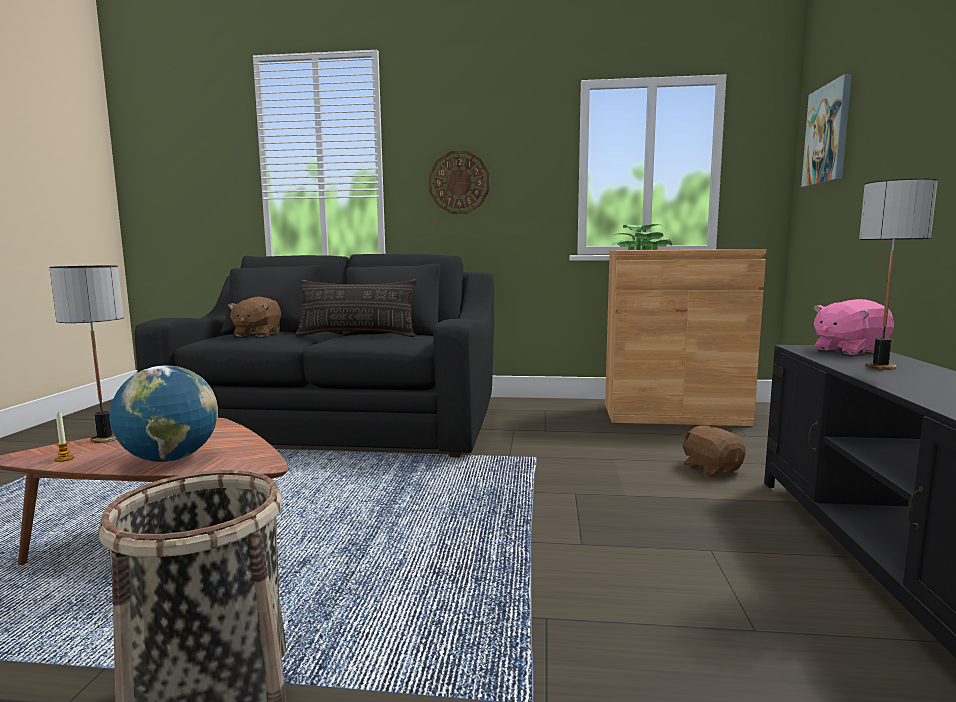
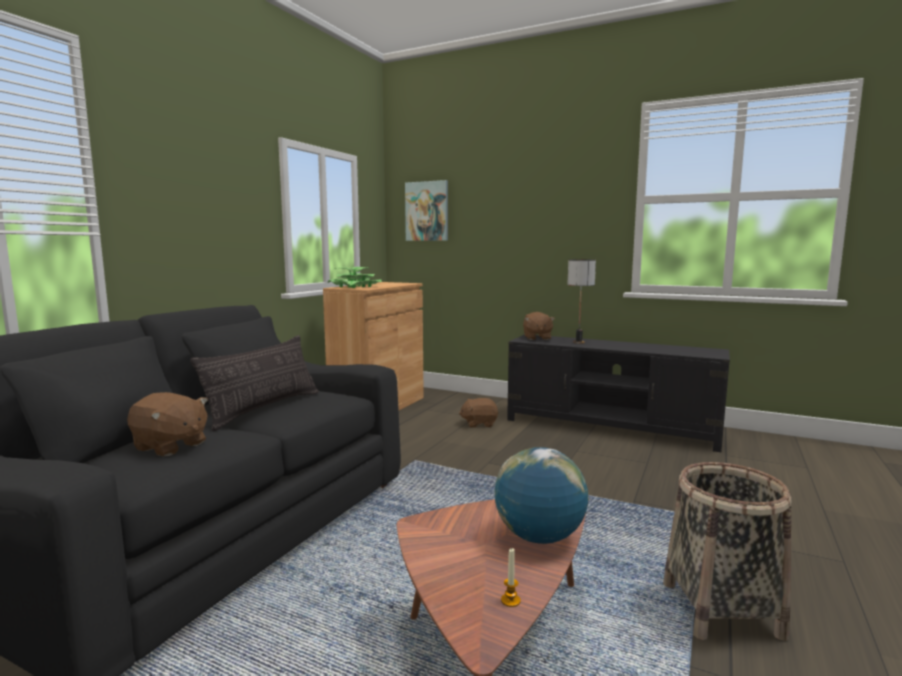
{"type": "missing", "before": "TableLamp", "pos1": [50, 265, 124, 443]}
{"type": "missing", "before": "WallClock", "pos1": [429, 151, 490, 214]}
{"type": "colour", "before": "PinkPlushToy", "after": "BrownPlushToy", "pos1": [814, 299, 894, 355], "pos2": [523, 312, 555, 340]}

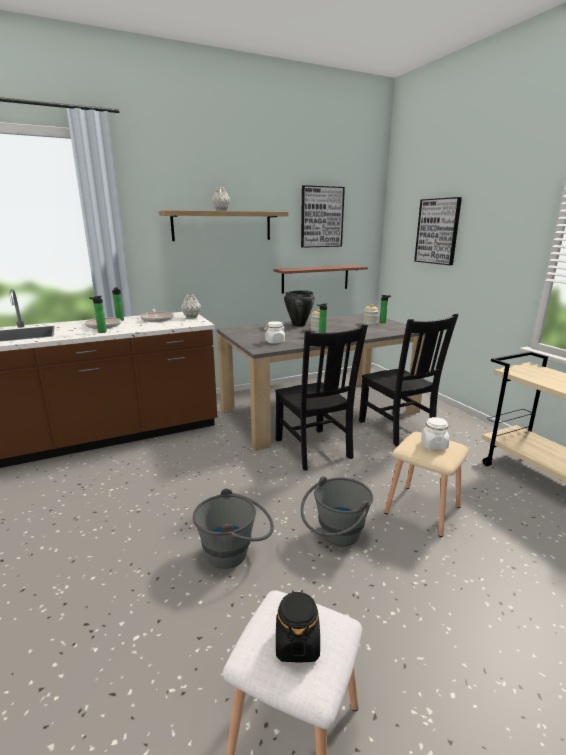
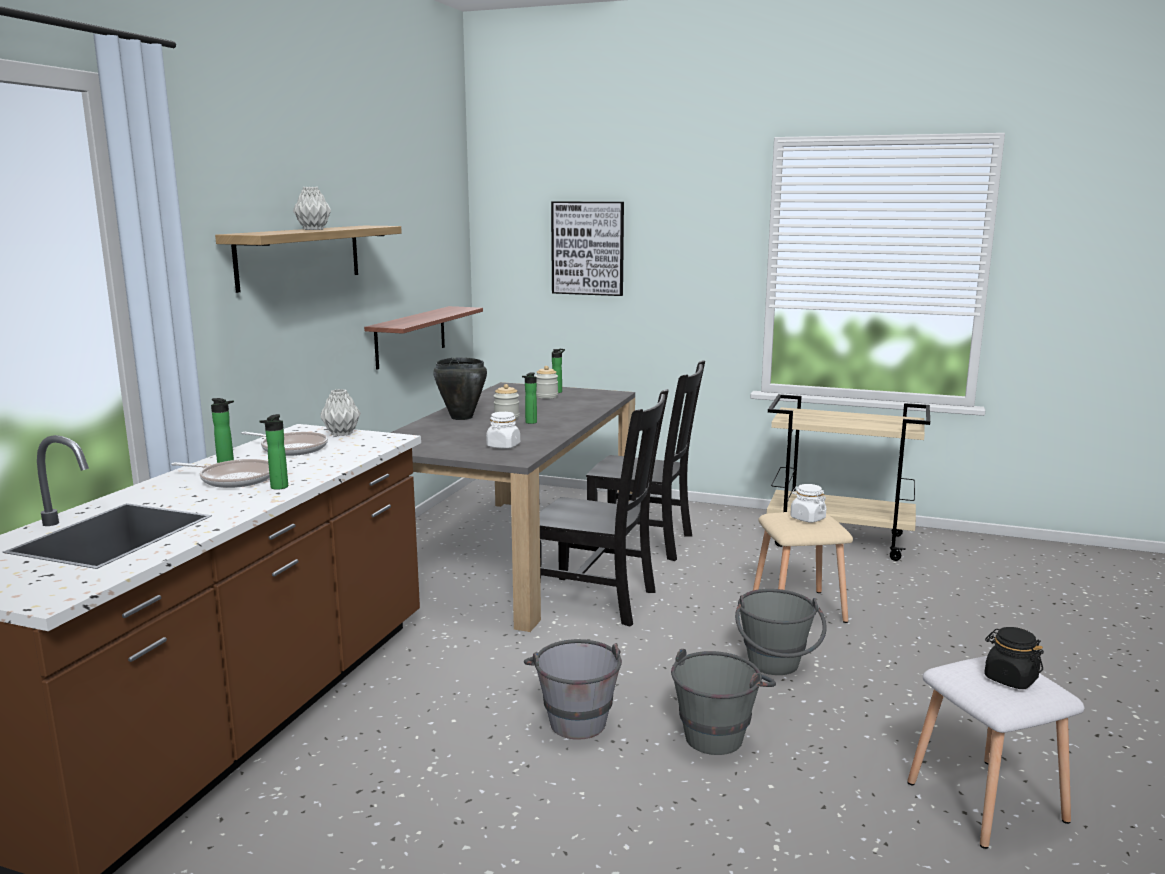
{"type": "missing", "before": "Picture", "pos1": [301, 185, 345, 248]}
{"type": "appeared", "after": "GreyBucket", "pos2": [524, 639, 622, 740]}

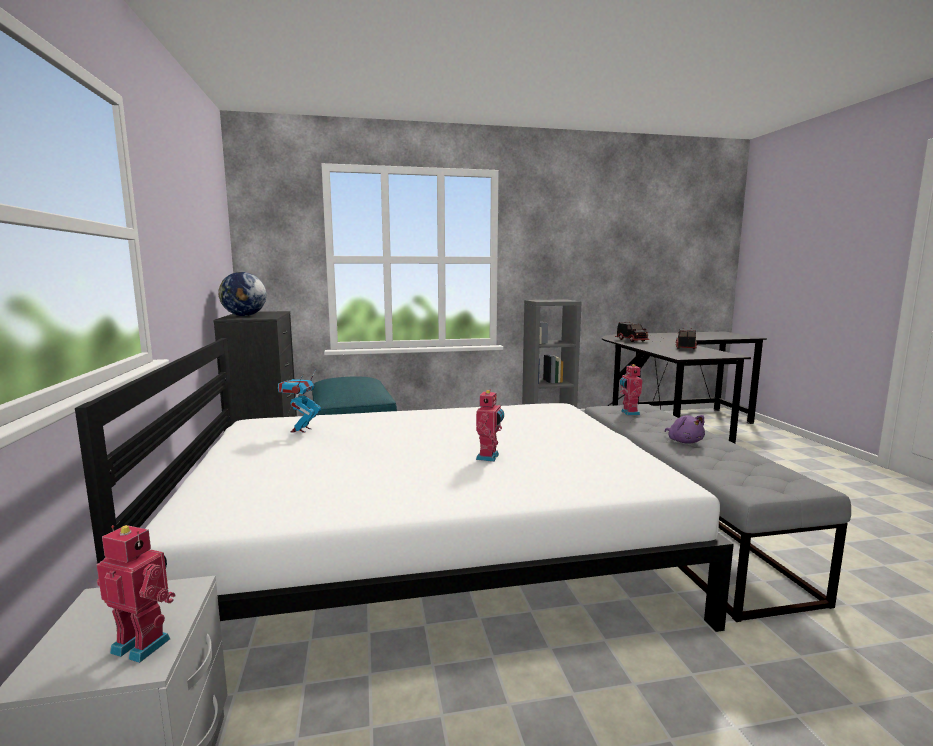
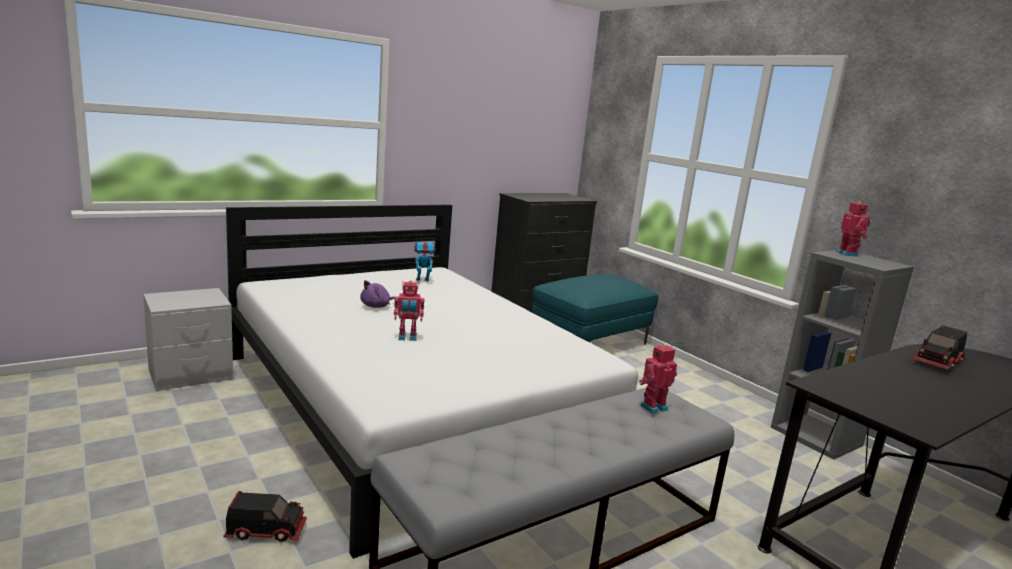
{"type": "missing", "before": "Globe", "pos1": [218, 272, 266, 316]}
{"type": "relocated", "before": "ToyRobot", "pos1": [96, 525, 175, 663], "pos2": [836, 201, 870, 257]}
{"type": "relocated", "before": "PurplePlushToy", "pos1": [665, 415, 705, 444], "pos2": [360, 280, 395, 308]}
{"type": "relocated", "before": "ToyTruck", "pos1": [675, 328, 697, 349], "pos2": [224, 491, 307, 542]}

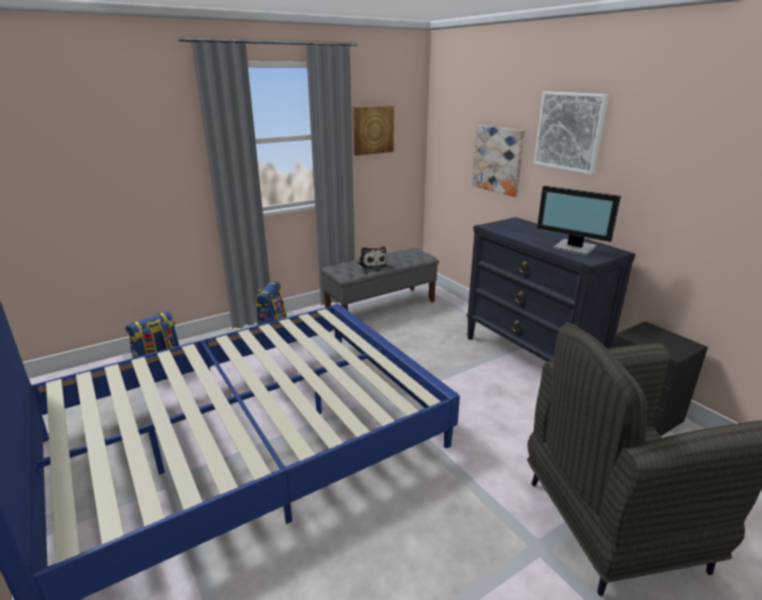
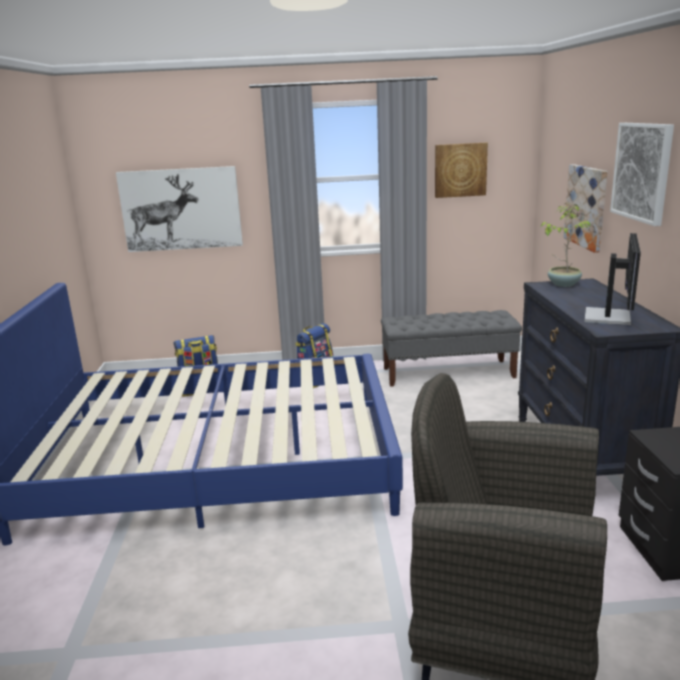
{"type": "missing", "before": "PlushToy", "pos1": [357, 246, 387, 270]}
{"type": "appeared", "after": "Picture", "pos2": [116, 166, 243, 252]}
{"type": "appeared", "after": "PottedPlant", "pos2": [541, 203, 590, 287]}
{"type": "spun", "before": "Monitor", "pos1": [537, 186, 621, 256], "pos2": [584, 233, 641, 325], "turn": -135}

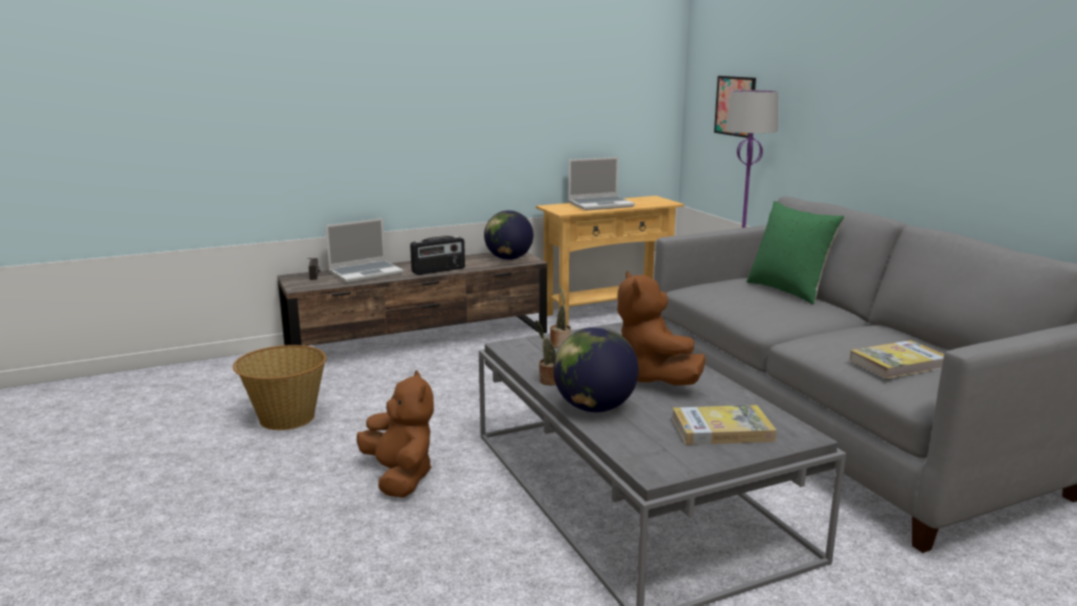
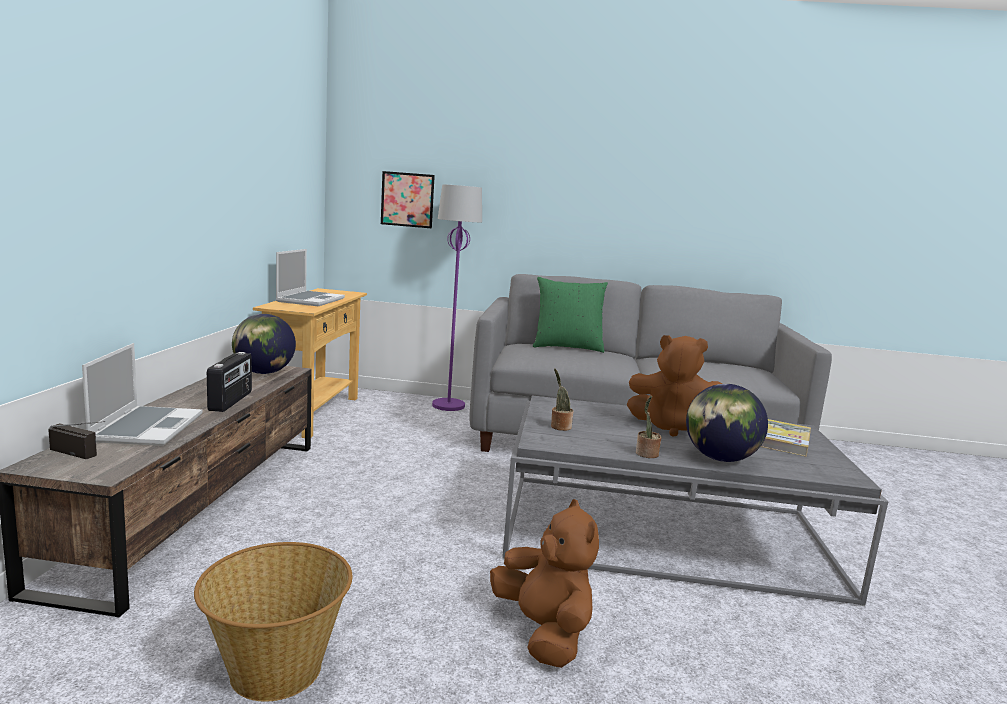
{"type": "missing", "before": "Book", "pos1": [850, 340, 944, 379]}
{"type": "spun", "before": "BrownPlushToy", "pos1": [357, 370, 434, 498], "pos2": [490, 499, 599, 668], "turn": 60}

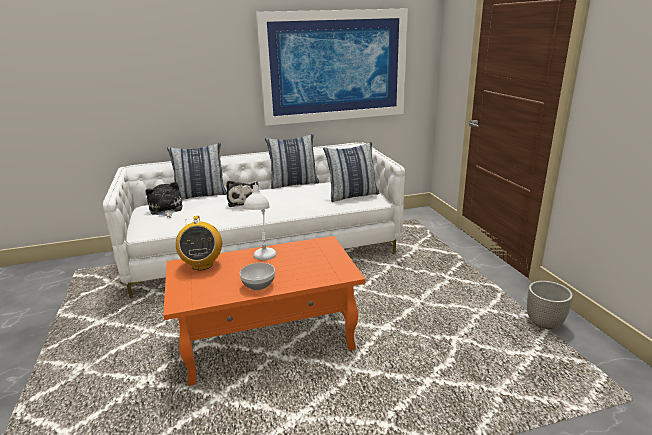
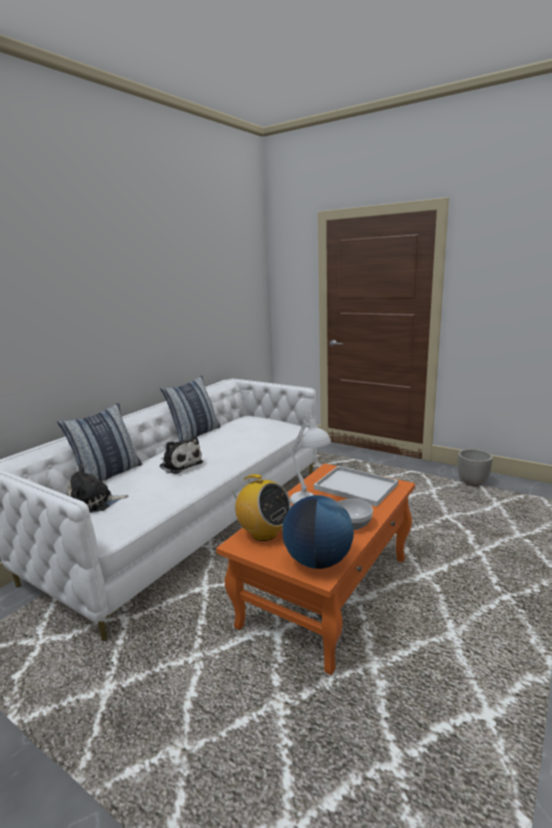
{"type": "missing", "before": "Picture", "pos1": [256, 8, 408, 126]}
{"type": "missing", "before": "Pillow", "pos1": [323, 142, 379, 202]}
{"type": "appeared", "after": "Globe", "pos2": [282, 495, 354, 569]}
{"type": "appeared", "after": "WhiteTray", "pos2": [314, 466, 398, 507]}
{"type": "spun", "before": "PlushToy", "pos1": [145, 182, 183, 218], "pos2": [67, 465, 129, 513], "turn": -45}

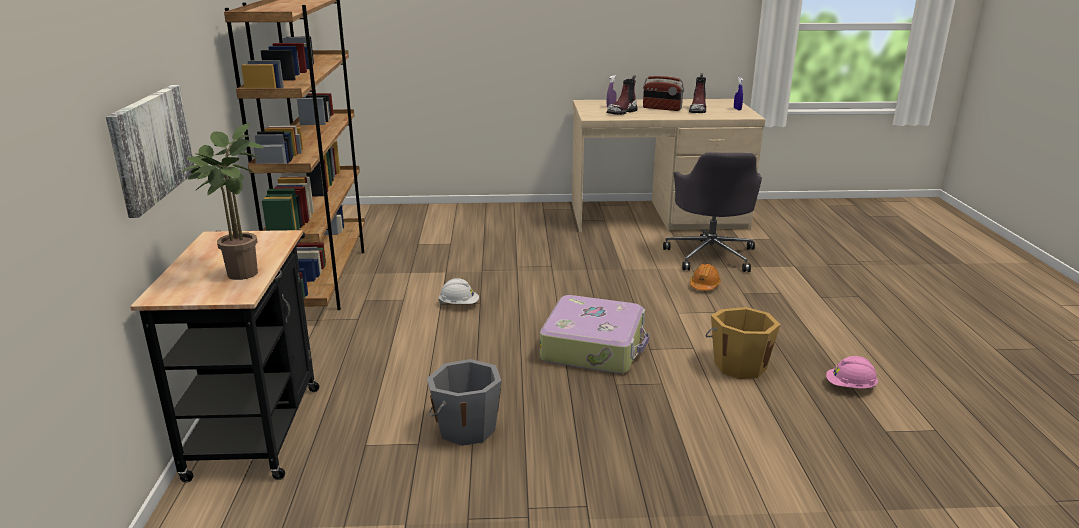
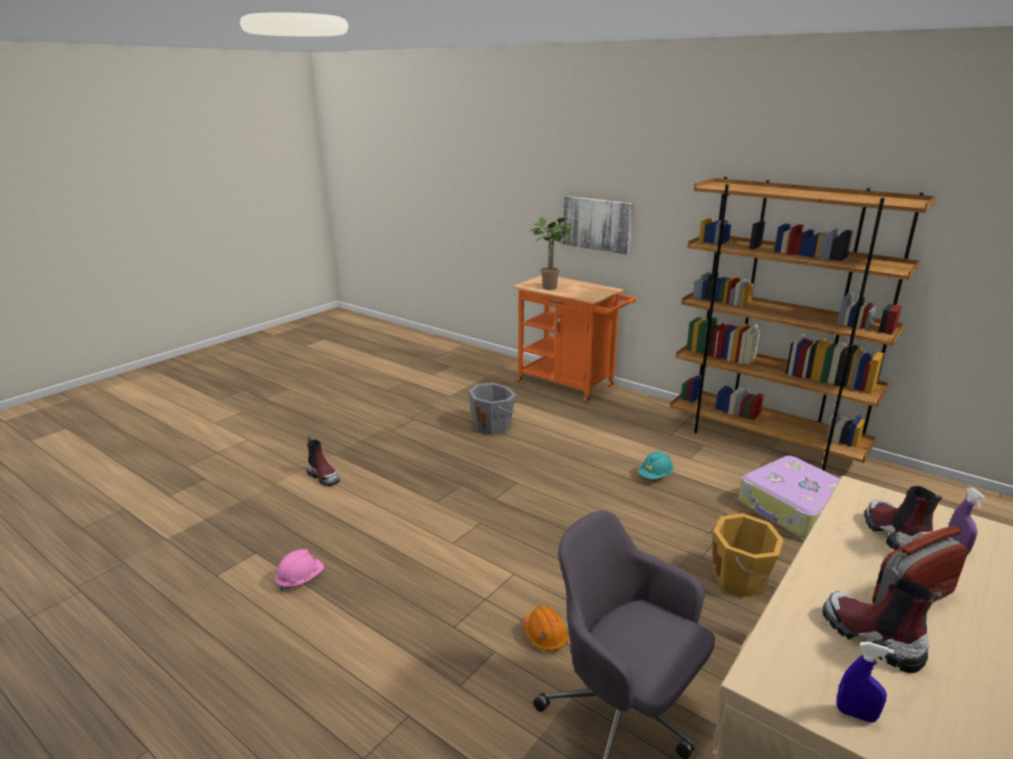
{"type": "appeared", "after": "Boot", "pos2": [307, 435, 340, 486]}
{"type": "relocated", "before": "Suitcase", "pos1": [540, 295, 649, 374], "pos2": [738, 456, 840, 539]}
{"type": "relocated", "before": "OrangeBucket", "pos1": [706, 307, 781, 379], "pos2": [713, 513, 784, 597]}
{"type": "colour", "before": "BlackCart", "after": "OrangeCart", "pos1": [130, 230, 319, 482], "pos2": [513, 275, 636, 403]}
{"type": "colour", "before": "WhiteHardHat", "after": "TurquoiseHardHat", "pos1": [438, 278, 479, 304], "pos2": [638, 451, 673, 479]}

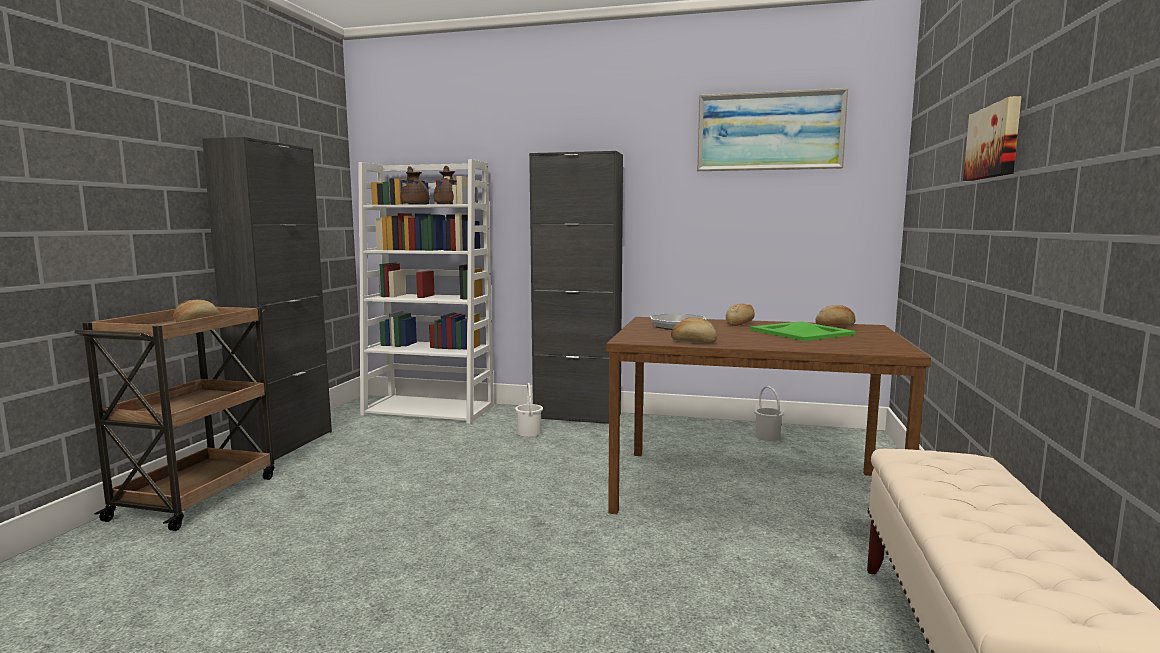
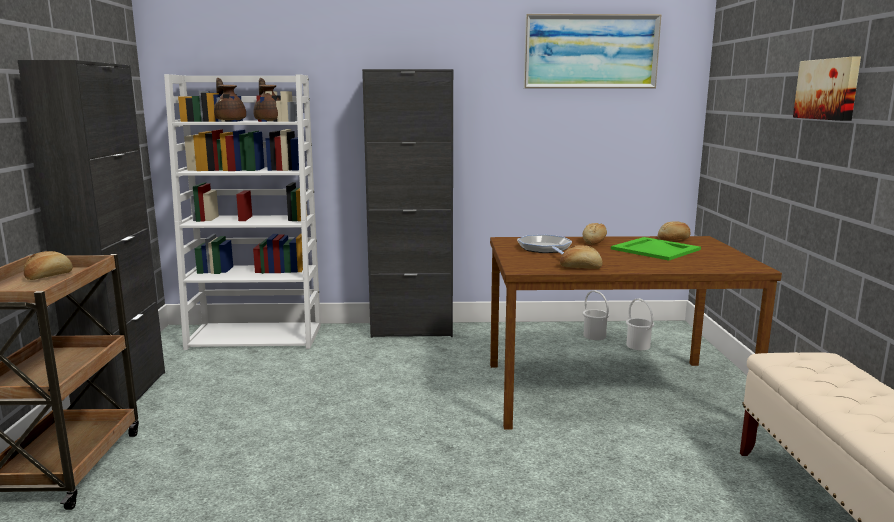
{"type": "relocated", "before": "WhiteBucket", "pos1": [515, 383, 543, 437], "pos2": [626, 298, 654, 350]}

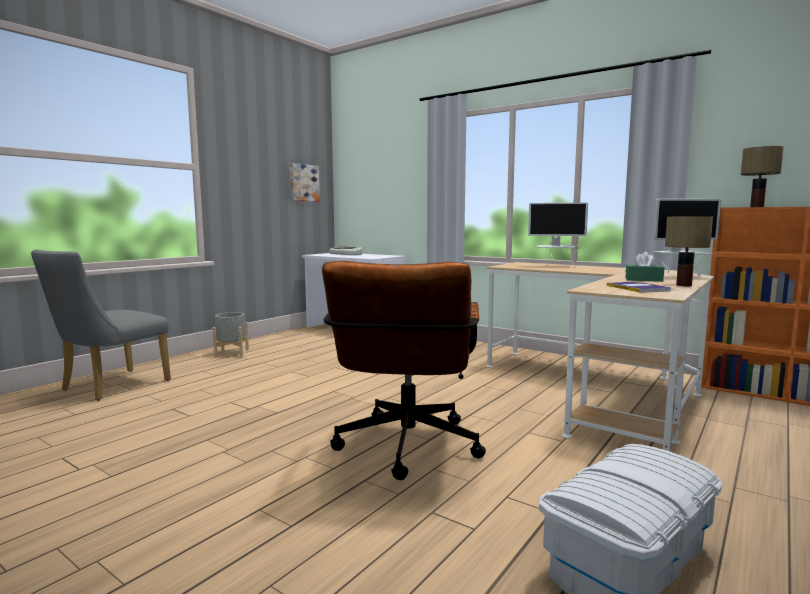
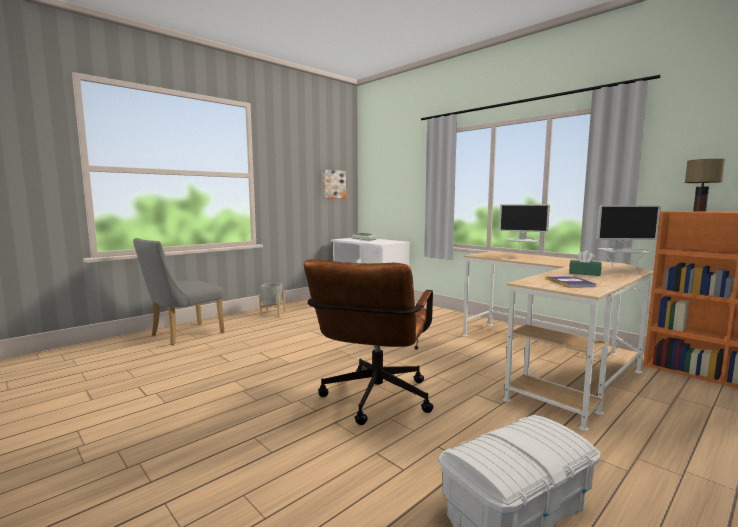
{"type": "missing", "before": "TableLamp", "pos1": [665, 216, 713, 286]}

